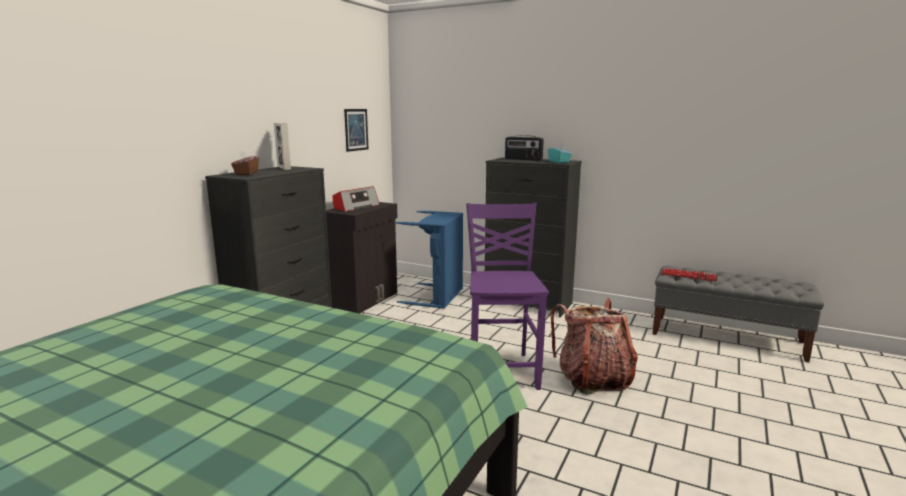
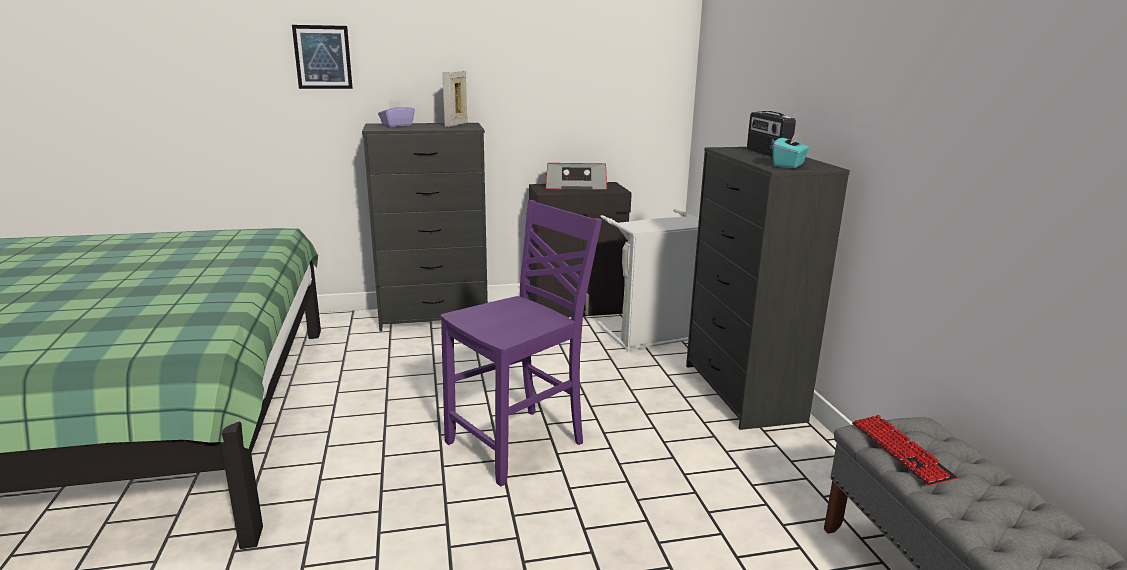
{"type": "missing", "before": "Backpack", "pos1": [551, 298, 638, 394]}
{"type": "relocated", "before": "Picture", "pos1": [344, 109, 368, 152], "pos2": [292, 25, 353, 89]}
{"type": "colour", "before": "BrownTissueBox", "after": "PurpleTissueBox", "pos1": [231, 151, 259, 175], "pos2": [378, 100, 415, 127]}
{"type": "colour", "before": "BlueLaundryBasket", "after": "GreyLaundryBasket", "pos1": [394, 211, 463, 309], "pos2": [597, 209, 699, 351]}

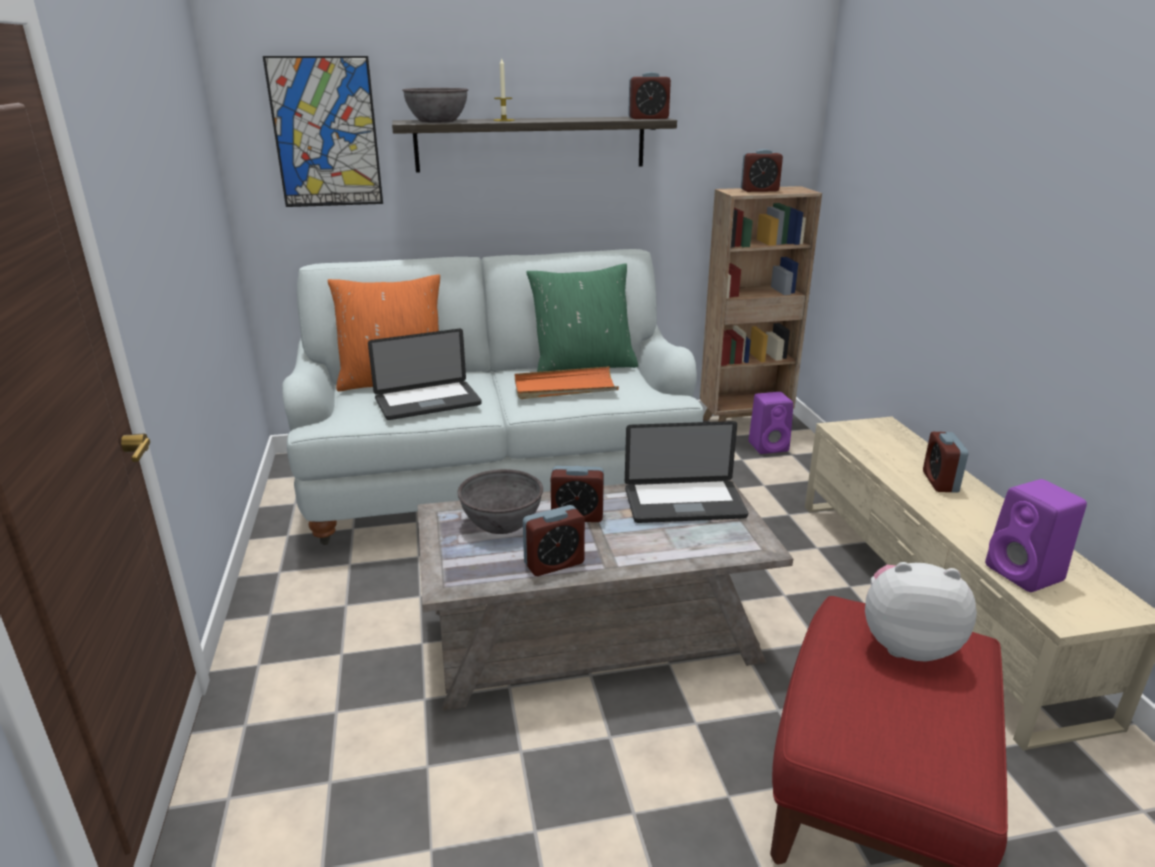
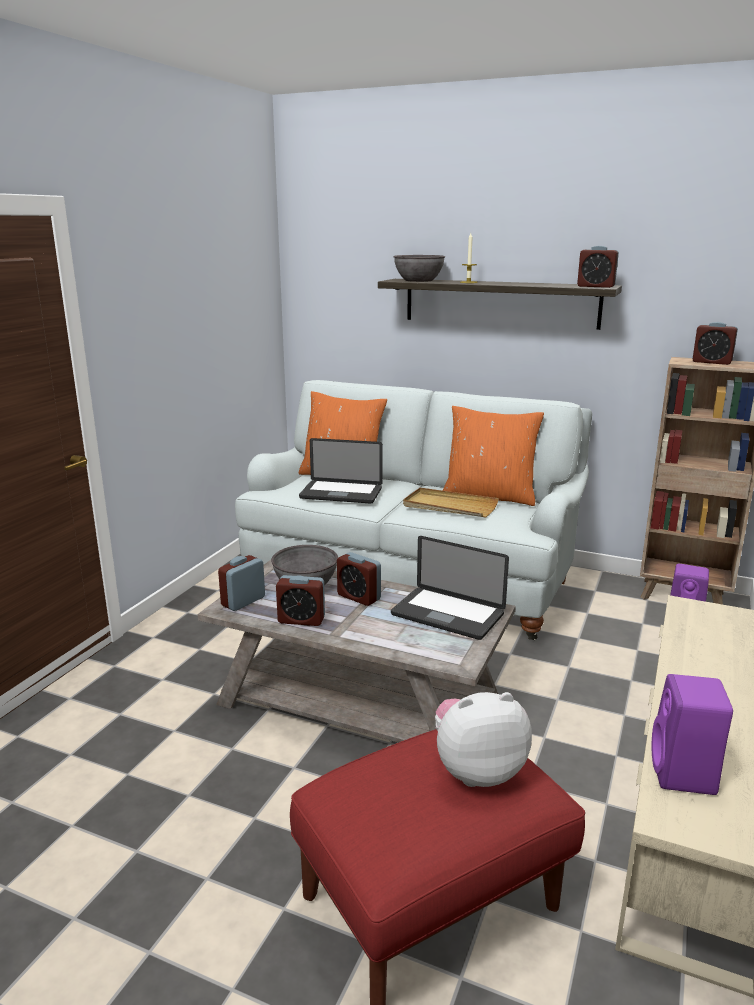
{"type": "missing", "before": "Picture", "pos1": [263, 56, 383, 207]}
{"type": "relocated", "before": "AlarmClock", "pos1": [923, 432, 968, 493], "pos2": [218, 555, 265, 611]}
{"type": "colour", "before": "OrangeTray", "after": "BeigeTray", "pos1": [515, 366, 619, 399], "pos2": [403, 488, 499, 517]}
{"type": "colour", "before": "GreenPillow", "after": "OrangePillow", "pos1": [526, 263, 638, 372], "pos2": [443, 406, 544, 506]}
{"type": "spun", "before": "PlushToy", "pos1": [865, 562, 977, 662], "pos2": [435, 692, 532, 787], "turn": -60}

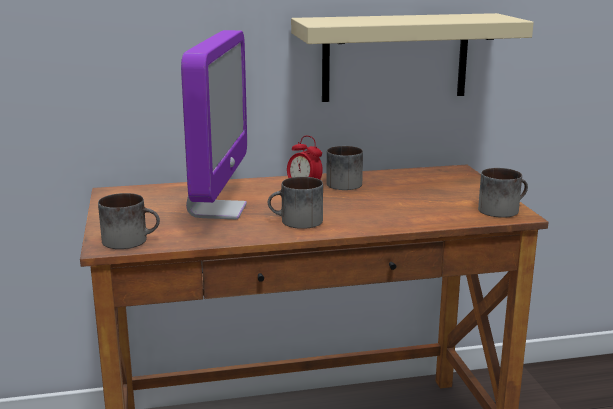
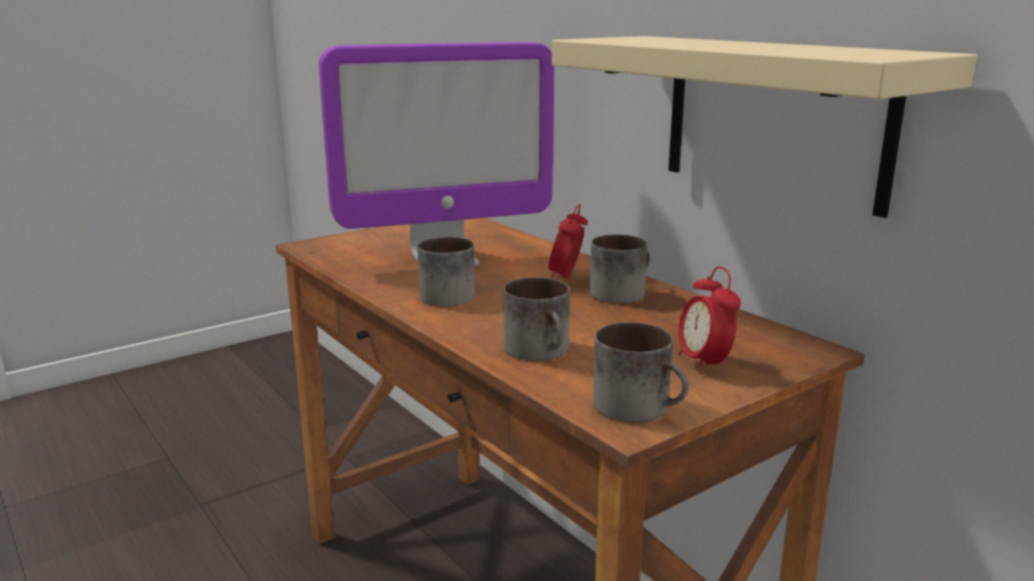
{"type": "appeared", "after": "AlarmClock", "pos2": [678, 266, 741, 374]}
{"type": "relocated", "before": "Mug", "pos1": [98, 193, 160, 249], "pos2": [503, 277, 570, 361]}

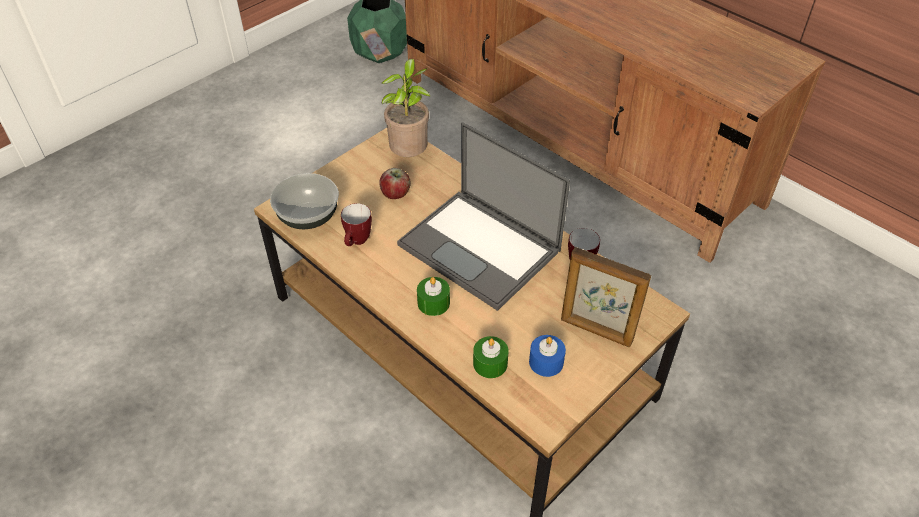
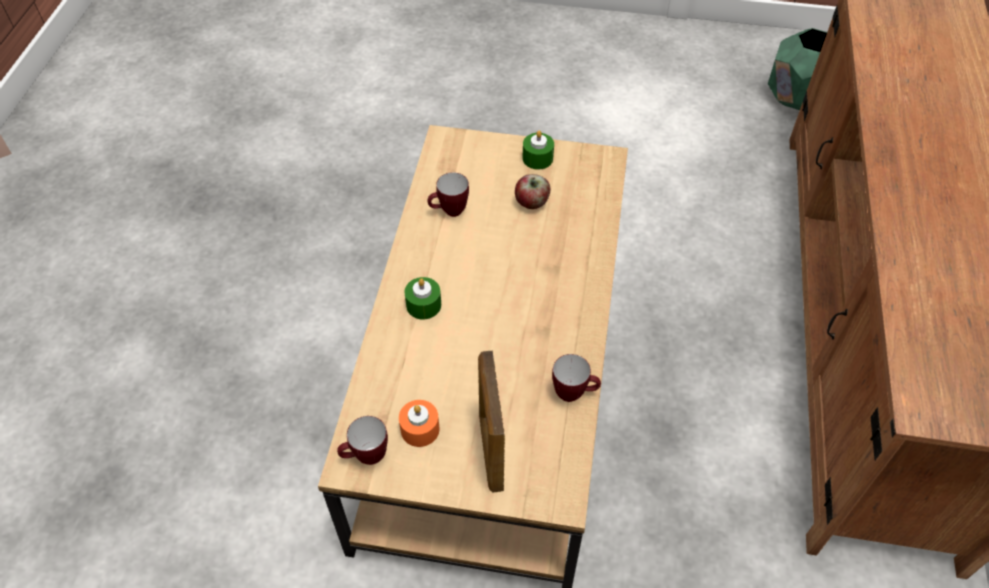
{"type": "missing", "before": "Bowl", "pos1": [270, 173, 339, 229]}
{"type": "missing", "before": "PottedPlant", "pos1": [381, 59, 431, 157]}
{"type": "missing", "before": "Laptop", "pos1": [397, 122, 570, 311]}
{"type": "appeared", "after": "Mug", "pos2": [337, 416, 388, 465]}
{"type": "relocated", "before": "GreenCandle", "pos1": [473, 336, 509, 378], "pos2": [522, 130, 554, 170]}
{"type": "colour", "before": "BlueCandle", "after": "OrangeCandle", "pos1": [529, 335, 566, 377], "pos2": [399, 400, 439, 447]}

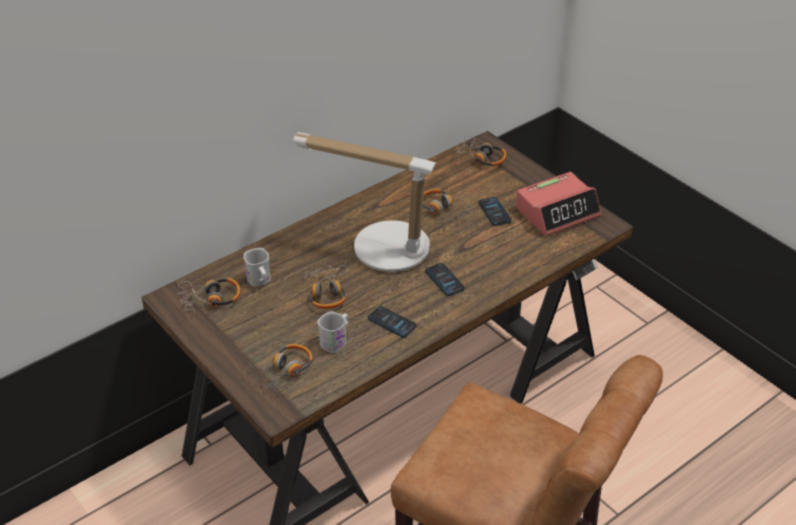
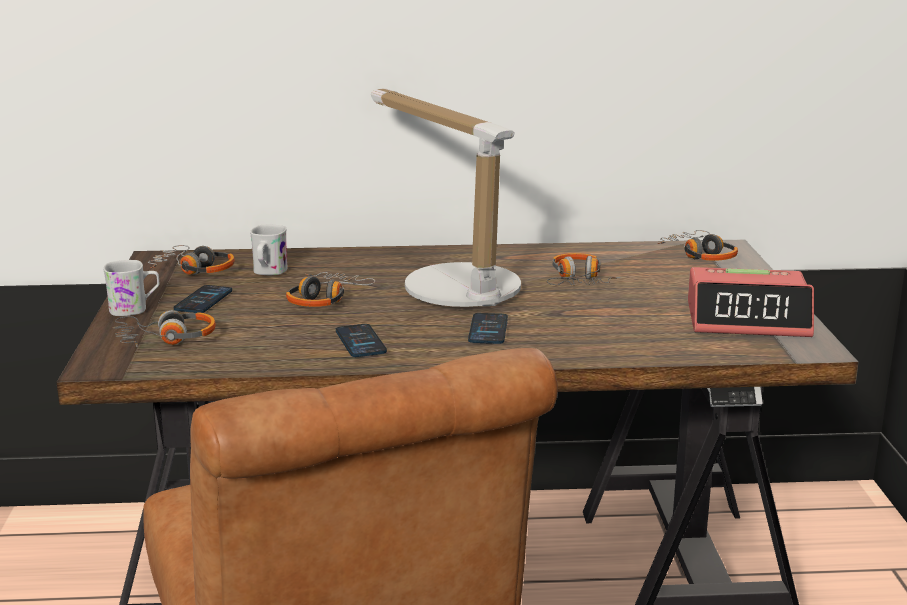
{"type": "relocated", "before": "WhiteMug", "pos1": [317, 311, 349, 353], "pos2": [103, 260, 160, 316]}
{"type": "relocated", "before": "Phone", "pos1": [478, 197, 511, 226], "pos2": [174, 285, 232, 313]}

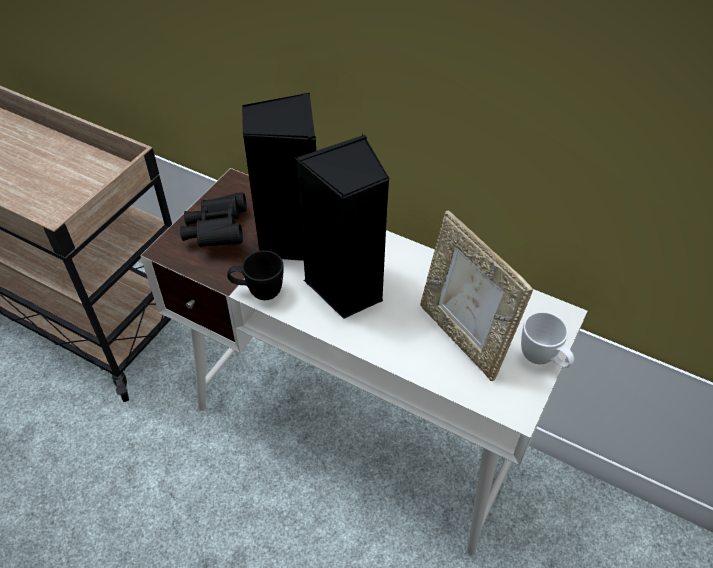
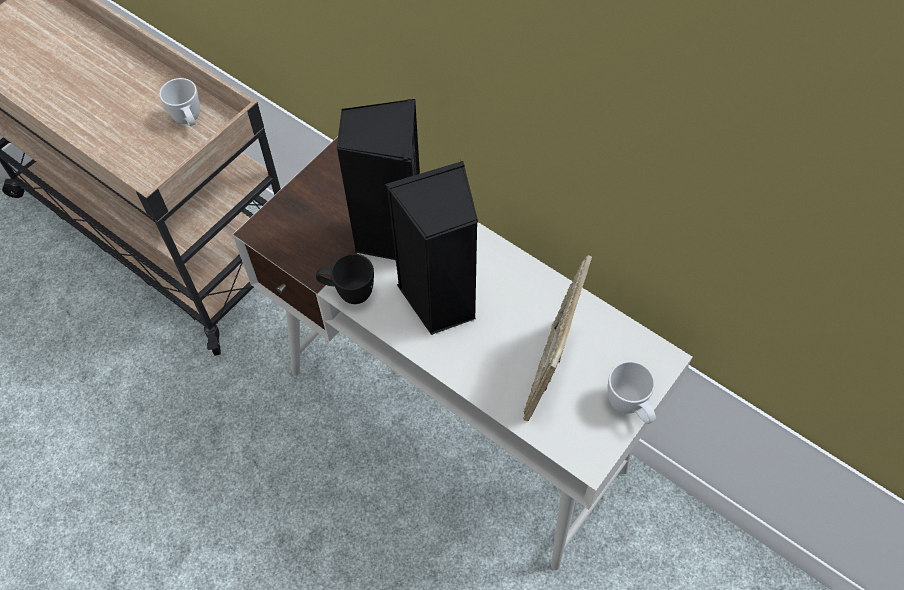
{"type": "missing", "before": "BlackBinoculars", "pos1": [180, 192, 247, 247]}
{"type": "appeared", "after": "WhiteMug", "pos2": [159, 78, 200, 126]}
{"type": "spun", "before": "PictureFrame", "pos1": [420, 210, 533, 381], "pos2": [523, 255, 592, 421], "turn": 45}

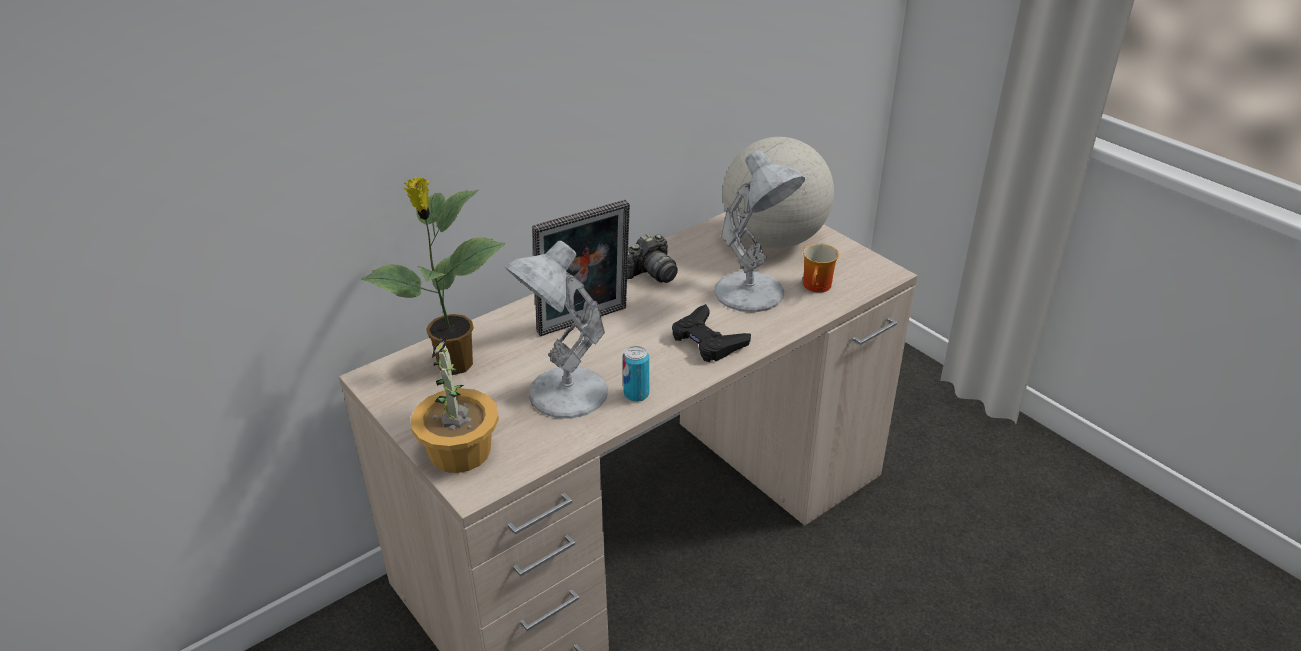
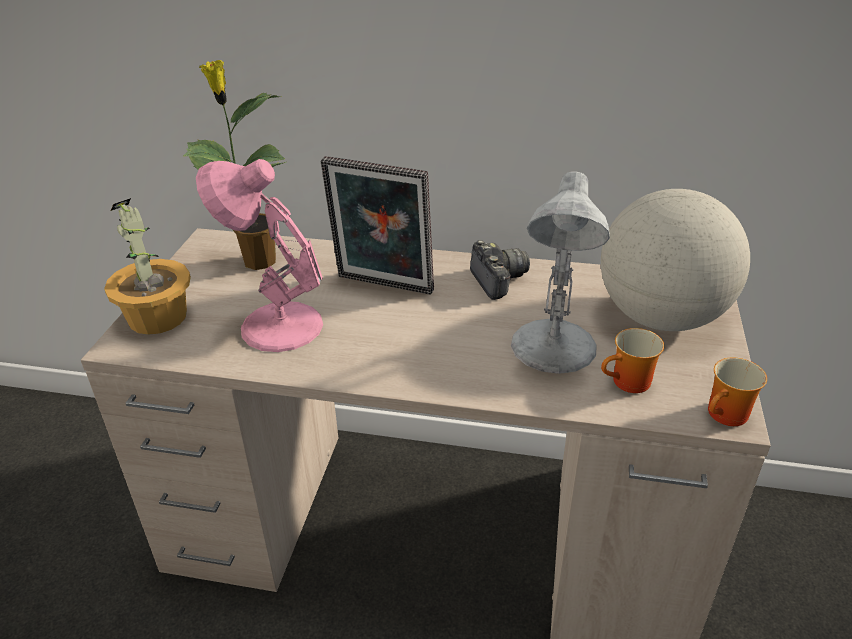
{"type": "missing", "before": "Can", "pos1": [623, 346, 649, 402]}
{"type": "missing", "before": "BlackGameController", "pos1": [672, 304, 751, 362]}
{"type": "appeared", "after": "Mug", "pos2": [708, 357, 767, 426]}
{"type": "colour", "before": "WhiteTableLamp", "after": "PinkTableLamp", "pos1": [505, 240, 608, 419], "pos2": [196, 159, 323, 352]}
{"type": "spun", "before": "PhotoCamera", "pos1": [627, 234, 678, 283], "pos2": [470, 240, 530, 300], "turn": -120}

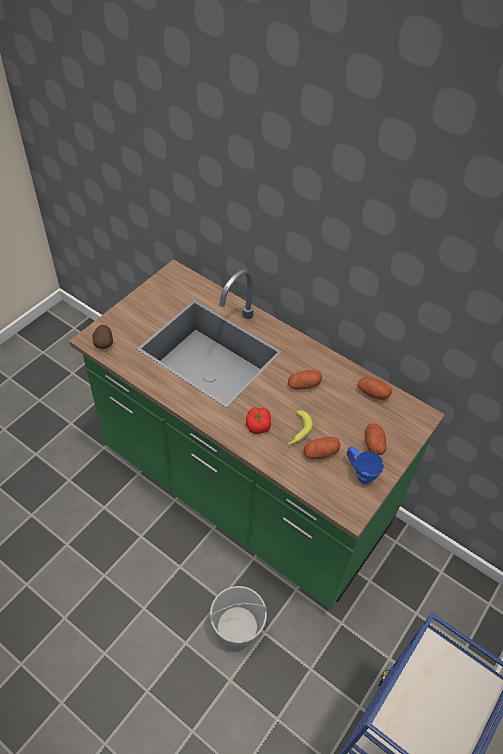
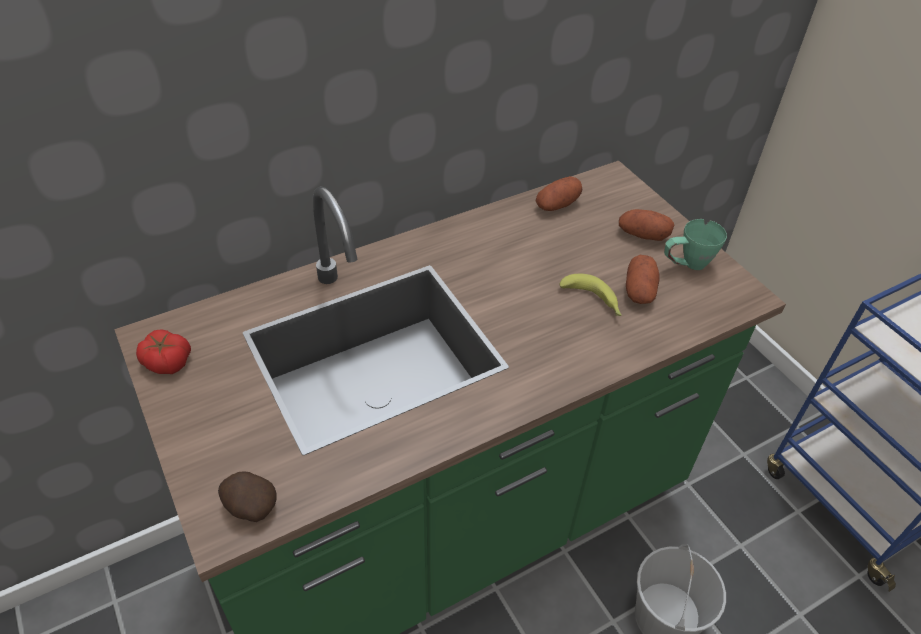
{"type": "missing", "before": "Potato", "pos1": [288, 370, 322, 390]}
{"type": "relocated", "before": "Tomato", "pos1": [246, 407, 271, 434], "pos2": [136, 329, 191, 374]}
{"type": "colour", "before": "BlueMug", "after": "GreenMug", "pos1": [347, 447, 384, 484], "pos2": [664, 219, 727, 270]}

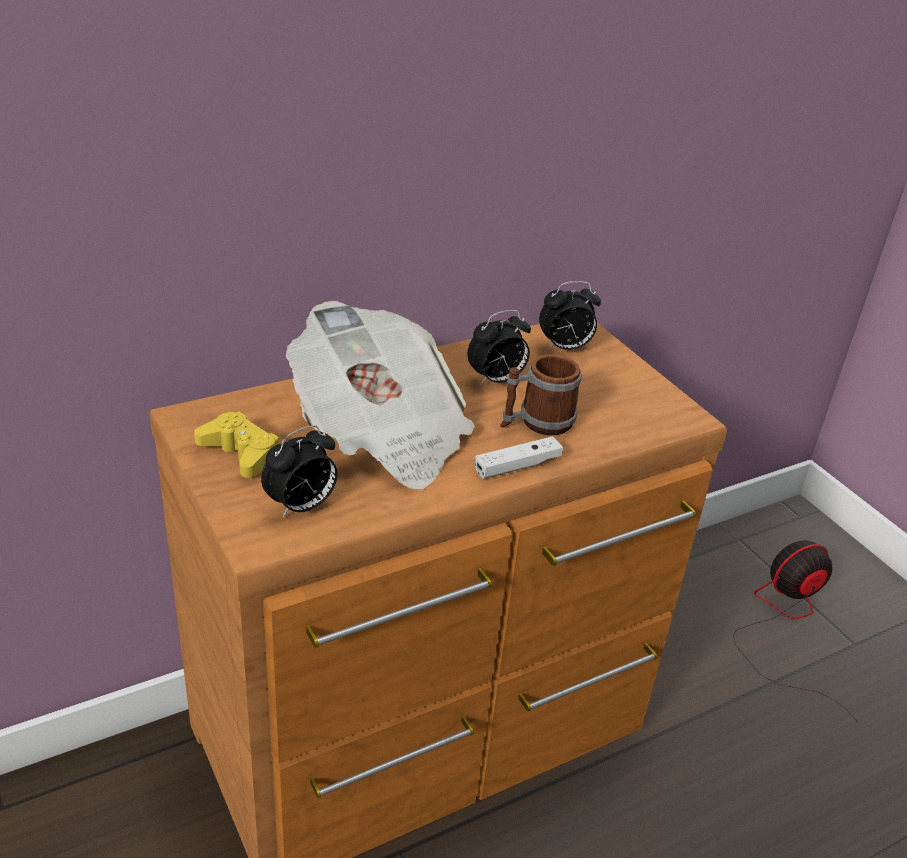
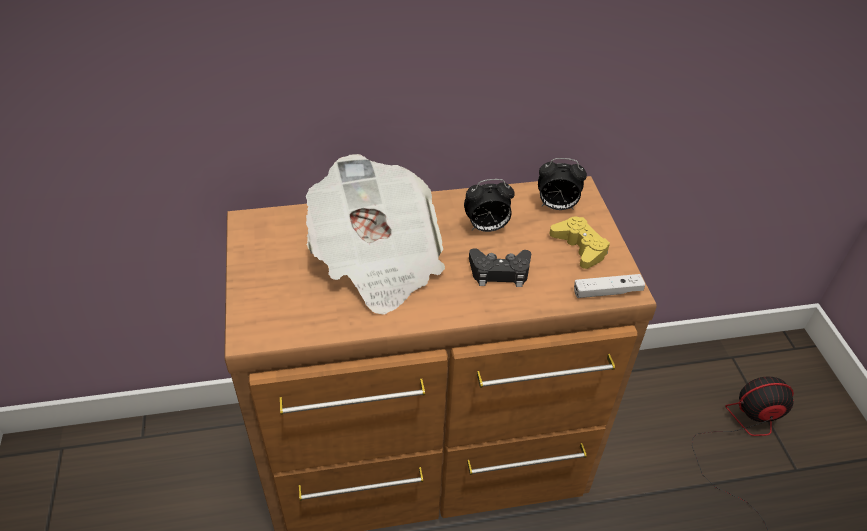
{"type": "missing", "before": "AlarmClock", "pos1": [261, 425, 338, 518]}
{"type": "relocated", "before": "YellowGameController", "pos1": [194, 412, 279, 478], "pos2": [549, 217, 610, 269]}
{"type": "relocated", "before": "WhiteGameController", "pos1": [475, 436, 563, 479], "pos2": [574, 274, 645, 298]}
{"type": "exchanged", "before": "Mug", "after": "BlackGameController", "pos1": [500, 354, 582, 435], "pos2": [469, 248, 531, 287]}

